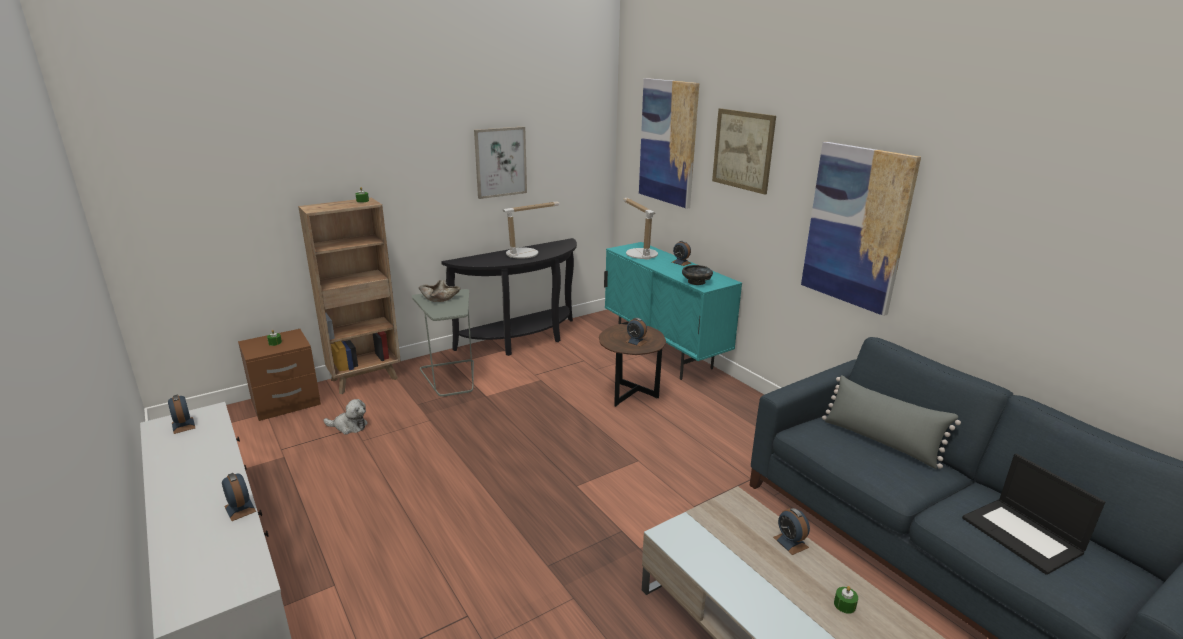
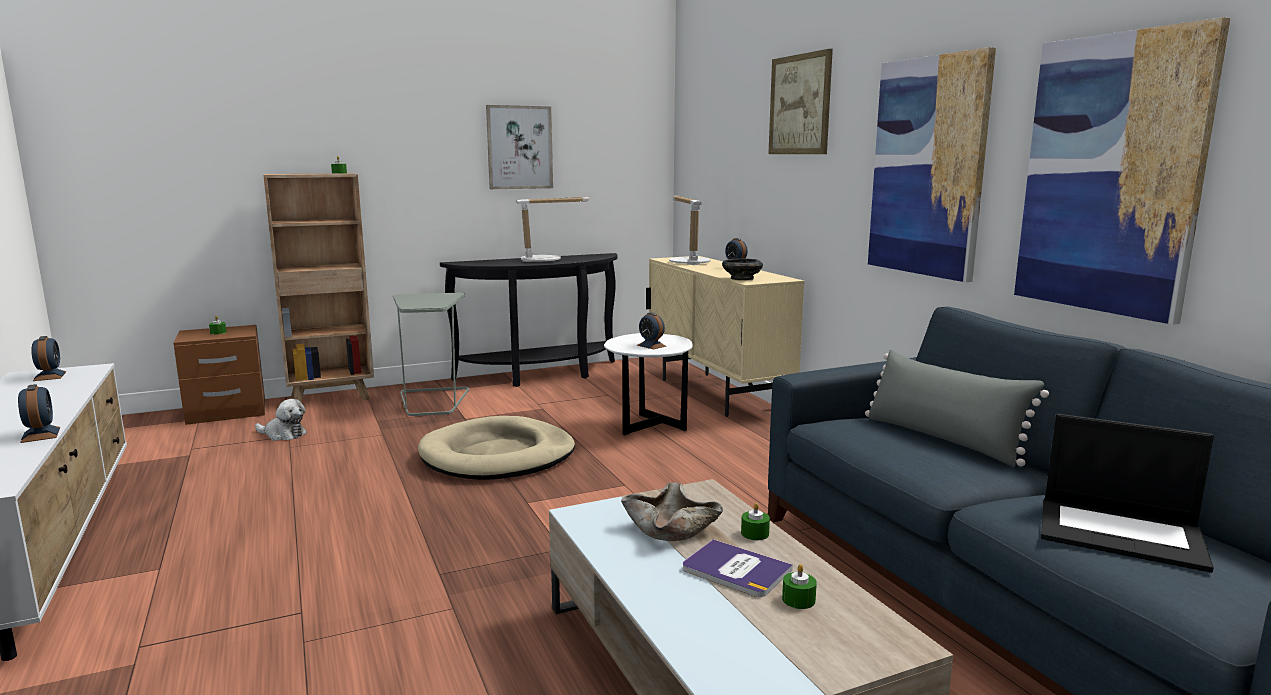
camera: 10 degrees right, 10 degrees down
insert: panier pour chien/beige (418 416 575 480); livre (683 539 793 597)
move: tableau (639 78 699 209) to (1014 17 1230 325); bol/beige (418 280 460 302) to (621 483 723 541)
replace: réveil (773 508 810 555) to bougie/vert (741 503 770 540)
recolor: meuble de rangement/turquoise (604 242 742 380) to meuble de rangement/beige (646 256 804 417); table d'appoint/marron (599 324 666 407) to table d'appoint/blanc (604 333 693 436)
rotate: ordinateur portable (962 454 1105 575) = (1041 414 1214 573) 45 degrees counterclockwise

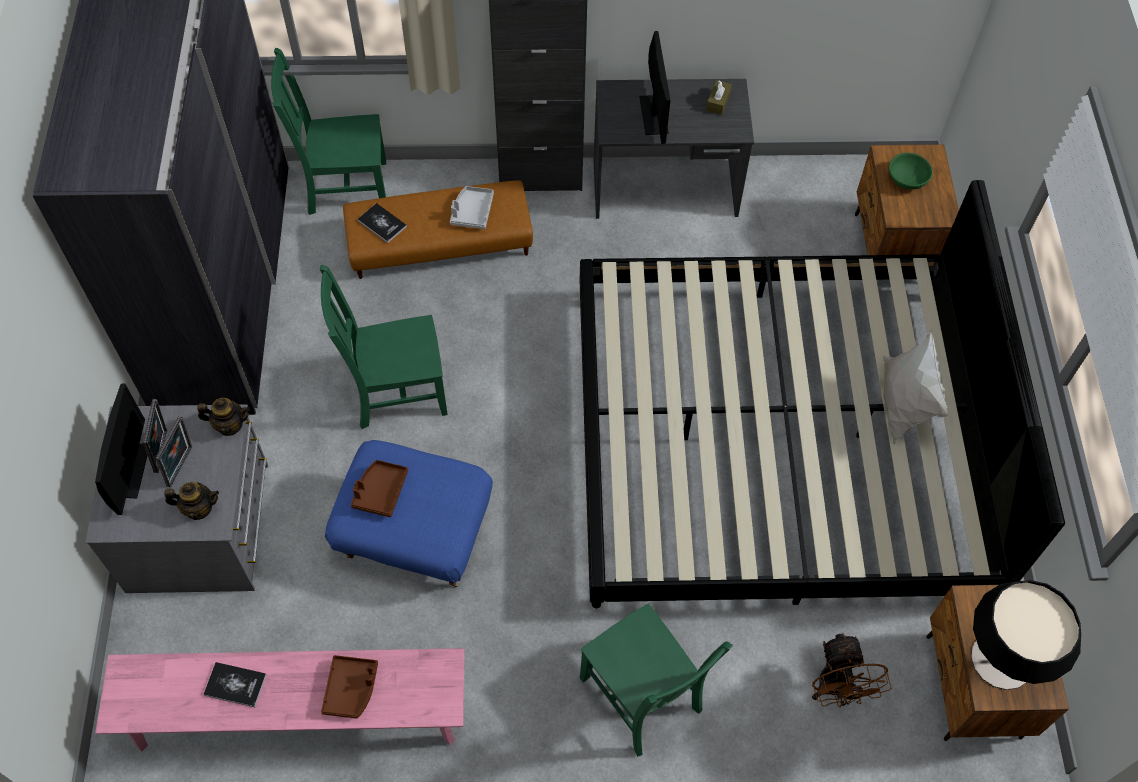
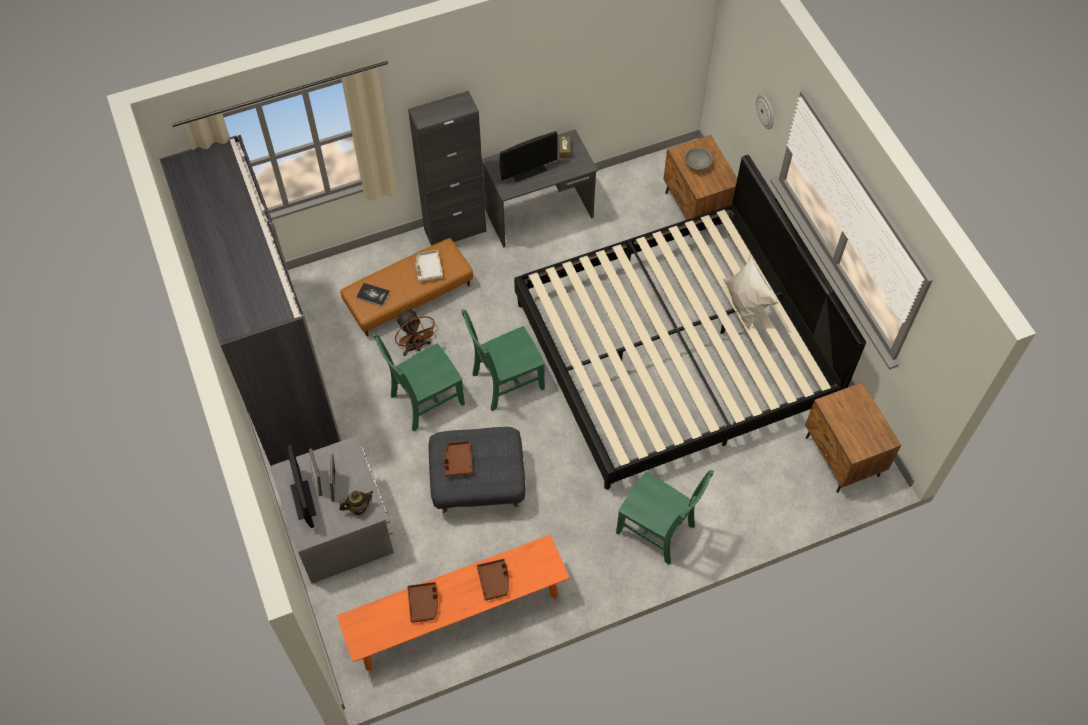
camera: 20 degrees left, 0 degrees up
delete: théière (197 398 250 436); lampe de table (971 580 1081 690)
insert: horloge murale (756 94 774 129)
move: chaise/vert (271 48 386 215) to (461 310 545 411); ventilateur/marron (812 633 891 708) to (395 309 438 356)
replace: livre (203 662 266 707) to plateau/marron (407 582 438 623)
recolor: bol/vert (889 153 932 189) to bol/gris (684 147 713 171); pouf/bleu (325 440 493 587) to pouf/gris (429 427 526 513); banc/rose (95 648 465 751) to banc/orange (337 535 570 671)
rotate: écran d'ordinateur (639 31 670 144) = (500 131 557 182) 90 degrees clockwise

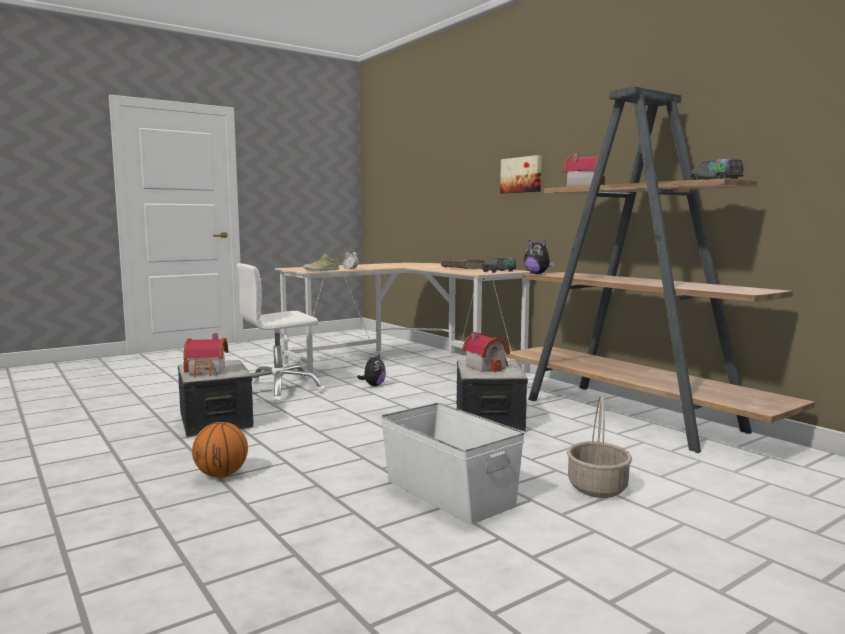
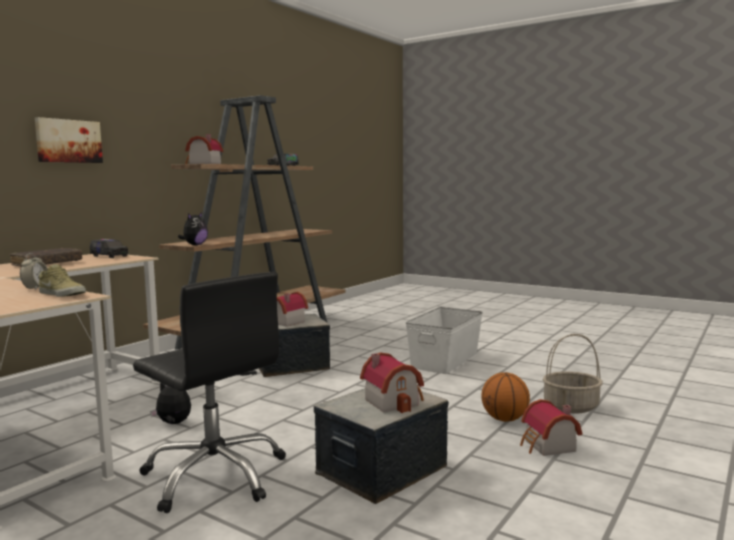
camera: 110 degrees left, 0 degrees up
insert: maison miniature (520 399 582 456)
move: panier (567 396 632 498) to (543 334 603 413)
recolor: chaise de bureau/blanc (237 263 325 403) to chaise de bureau/noir (133 272 286 513)

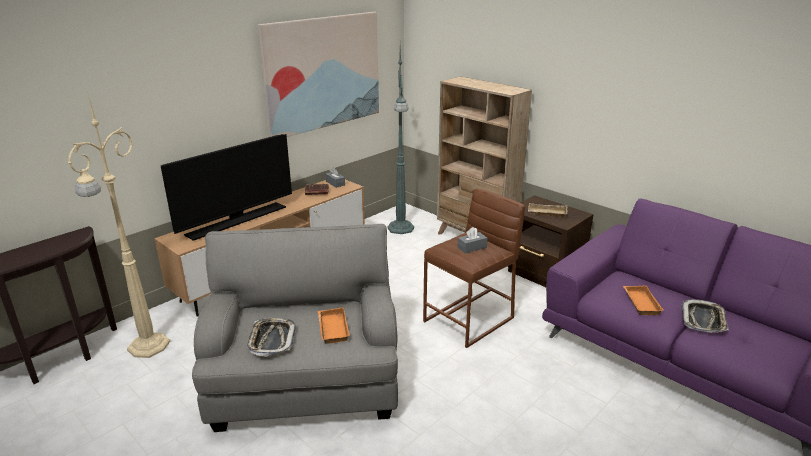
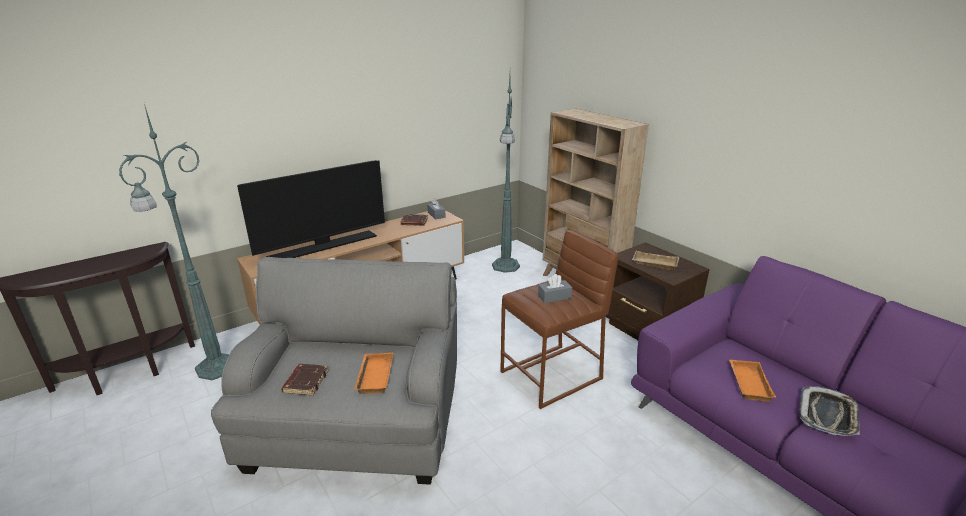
camera: 10 degrees right, 0 degrees up
delete: tableau (257 12 379 137)
replace: plateau (247 318 296 357) to livre/marron (281 364 328 396)
recolor: lampadaire/beige (68 91 170 358) to lampadaire/vert (119 104 229 380)

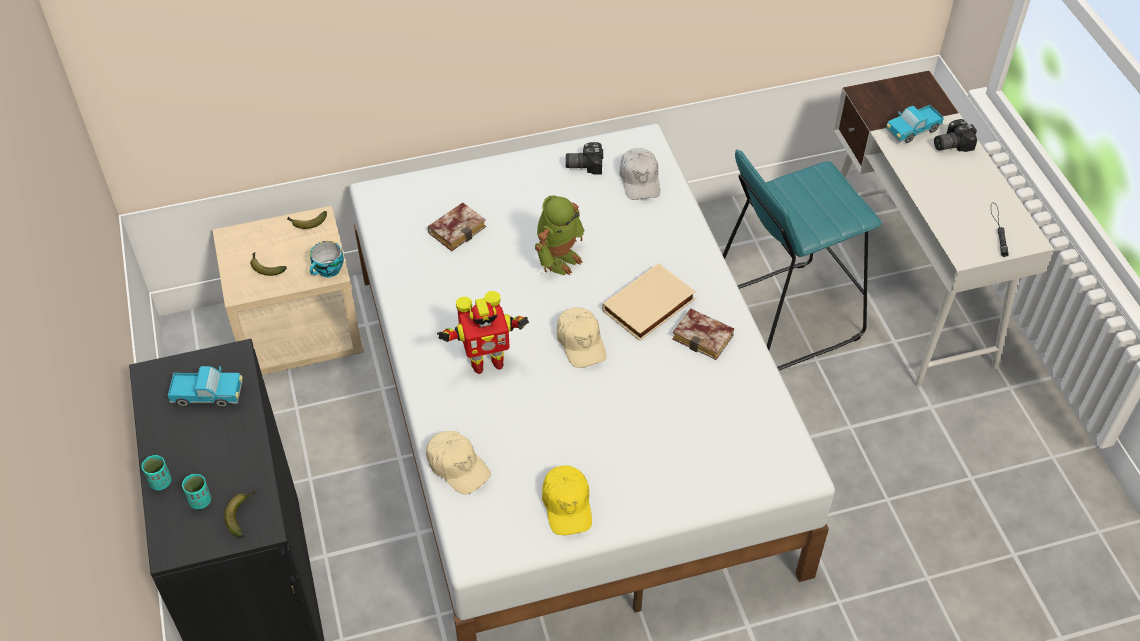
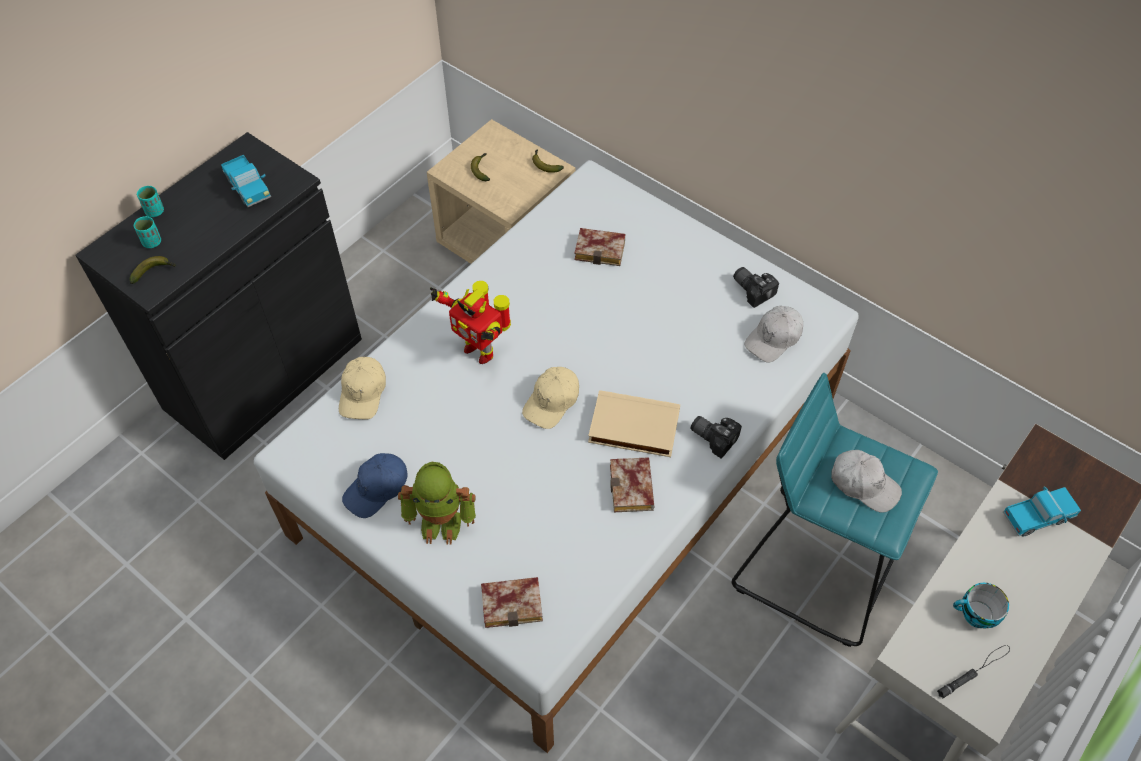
camera: 55 degrees right, 5 degrees up
insert: casquette/blanc (831 450 902 513); livre (481 577 543 628)
move: appareil photo (934 119 977 152) to (690 416 742 459); robot jouet (535 195 584 275) to (398 462 476 545); tasse (310 241 344 277) to (953 583 1009 629)
recolor: casquette/jaune (542 465 592 535) to casquette/bleu (342 453 408 518)
rotate: camion jouet (886 105 944 143) = (1003 486 1081 537) 135 degrees clockwise

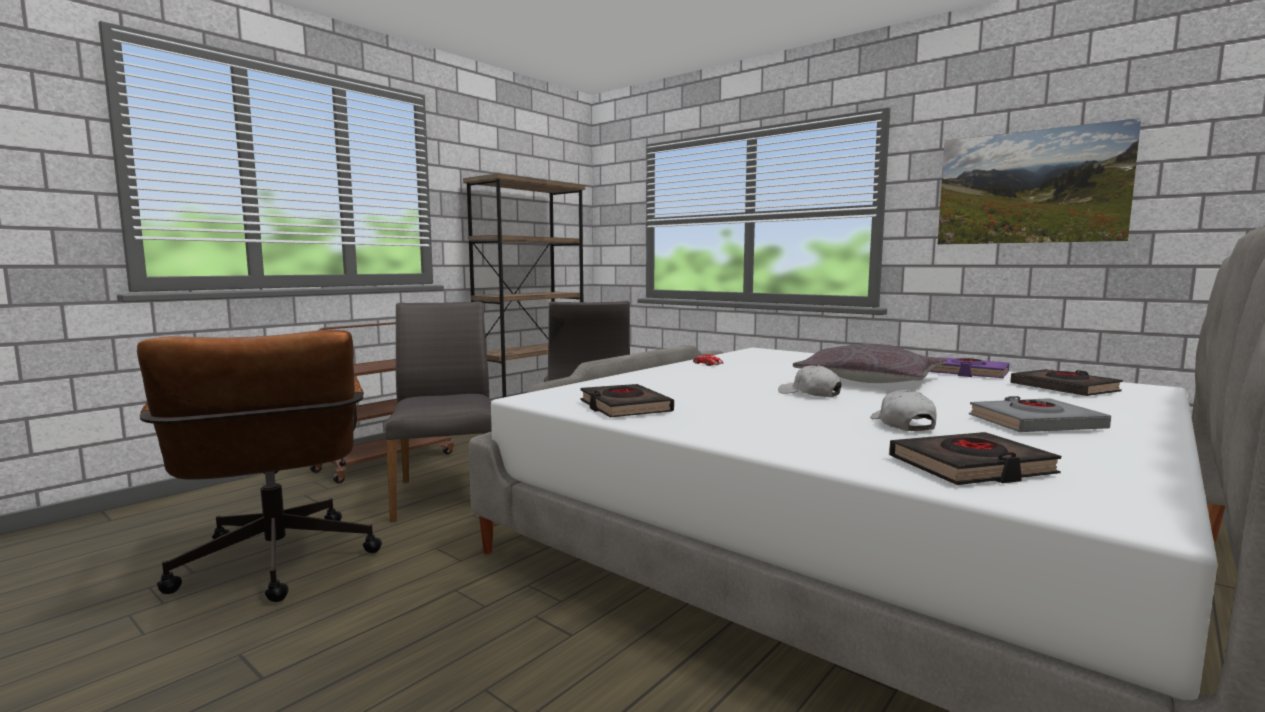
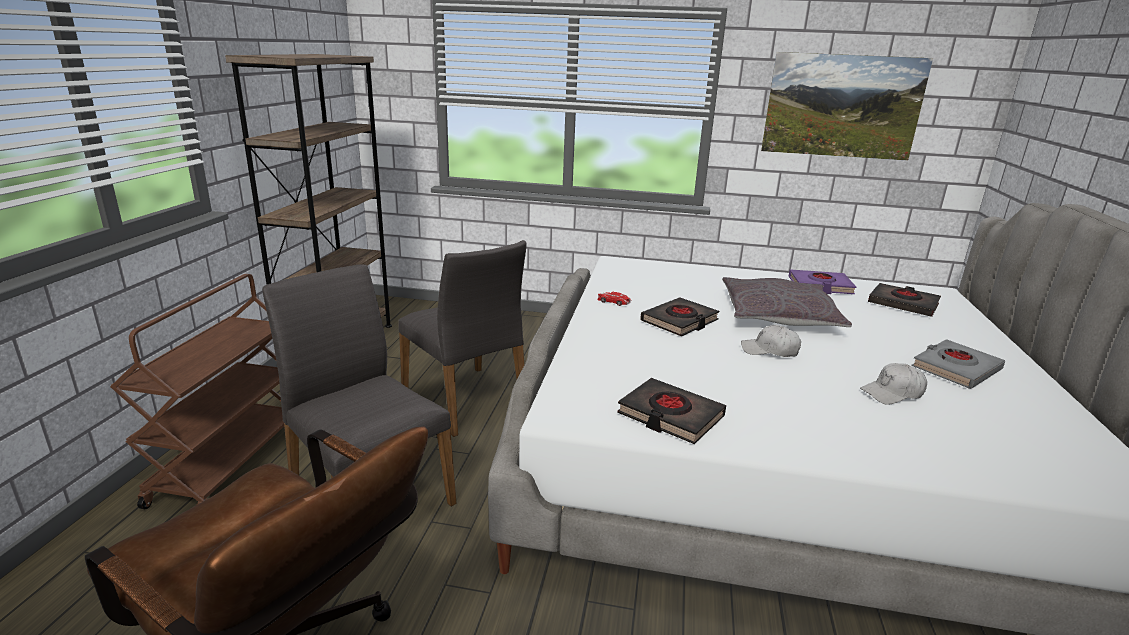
camera: 30 degrees left, 15 degrees up
move: livre/noir (889 432 1061 485) to (640 297 719 336)
rotate: casquette/blanc (870 390 937 431) = (860 363 927 405) 75 degrees counterclockwise

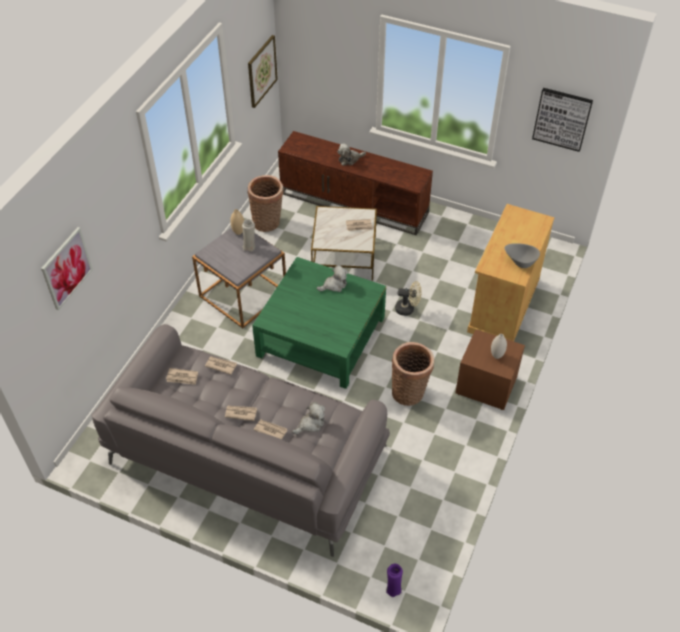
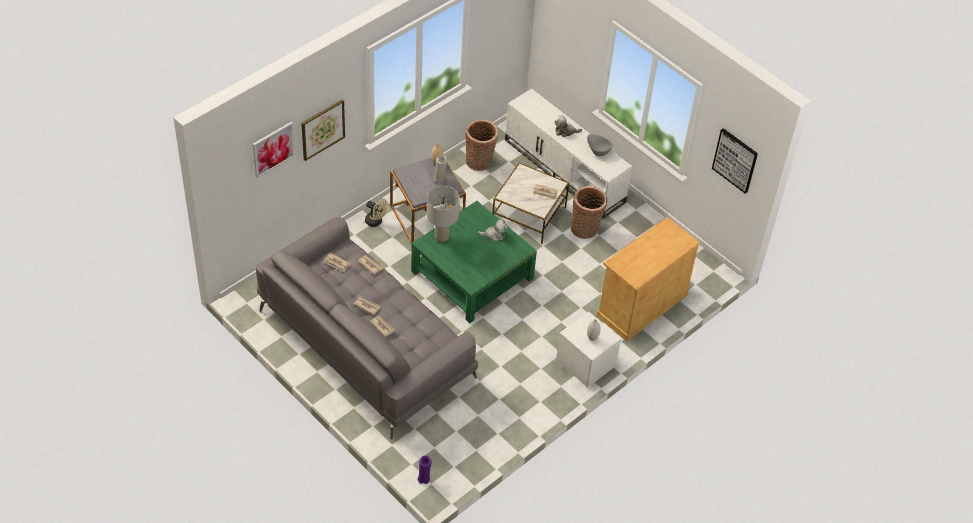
camera: 20 degrees right, 0 degrees up
delete: peluche (292 402 325 434)
insert: lampe de table/gris (427 186 460 242)
move: tableau (248 35 278 108) to (301 100 345 161); bol/gris (505 243 540 268) to (587 134 613 156); ventilateur/beige (395 281 422 316) to (365 199 388 227); panier (392 342 434 406) to (571 186 608 239)
recolor: meuble télé/marron (278 131 433 235) to meuble télé/blanc (505 89 632 219); table de chevet/marron (455 329 525 410) to table de chevet/blanc (556 311 621 388)

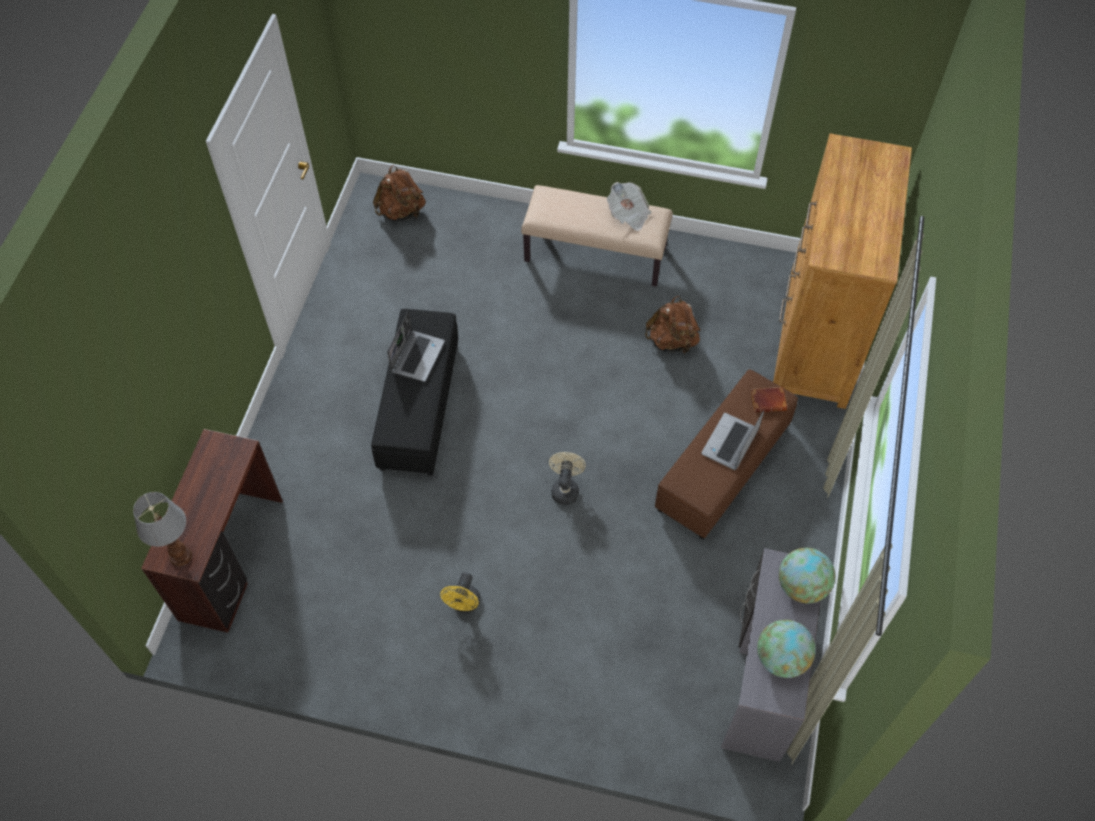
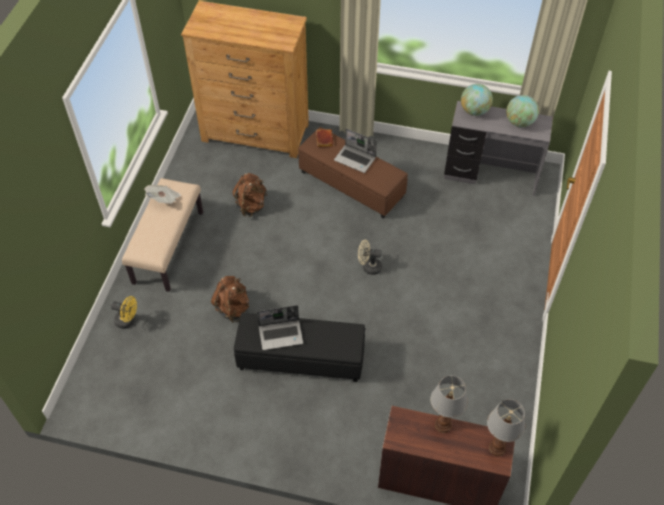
camera: 90 degrees left, 5 degrees down
insert: lampe de table (430 375 468 433)
move: sac à dos/marron (373 165 426 221) to (211 276 249 323); ventilateur/jaune (440 572 480 613) to (110 296 137 329)
rotate: ordinateur portable (387 311 445 382) = (257 305 303 350) 150 degrees clockwise

